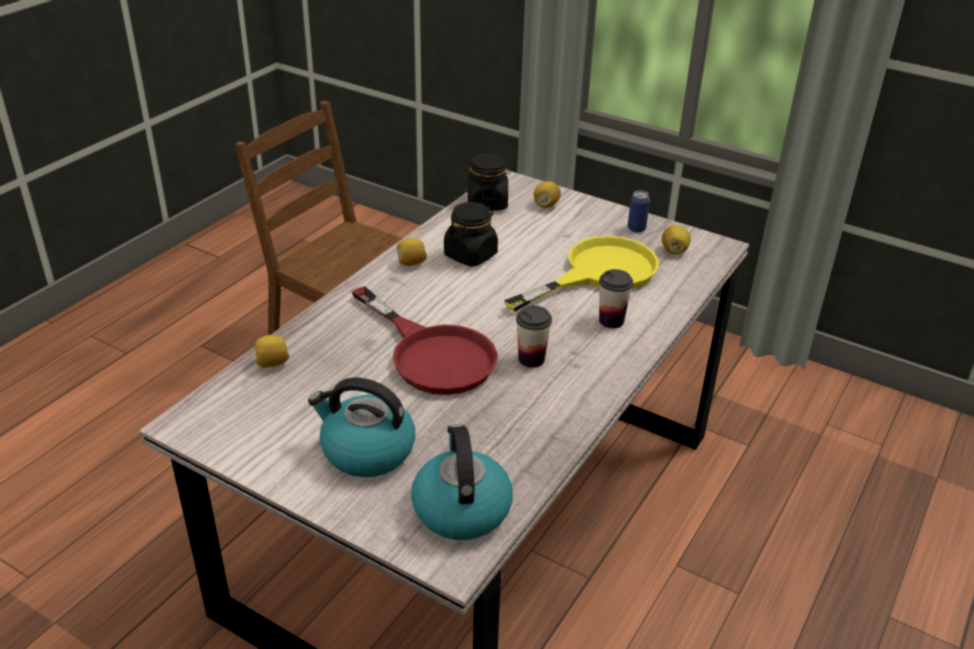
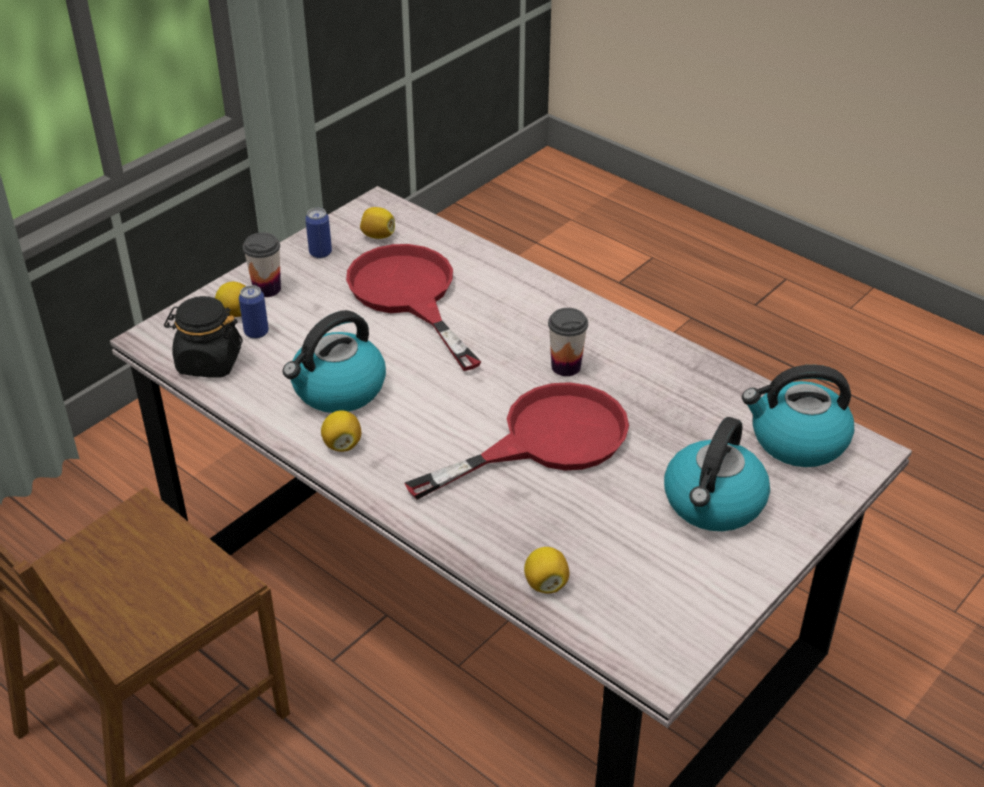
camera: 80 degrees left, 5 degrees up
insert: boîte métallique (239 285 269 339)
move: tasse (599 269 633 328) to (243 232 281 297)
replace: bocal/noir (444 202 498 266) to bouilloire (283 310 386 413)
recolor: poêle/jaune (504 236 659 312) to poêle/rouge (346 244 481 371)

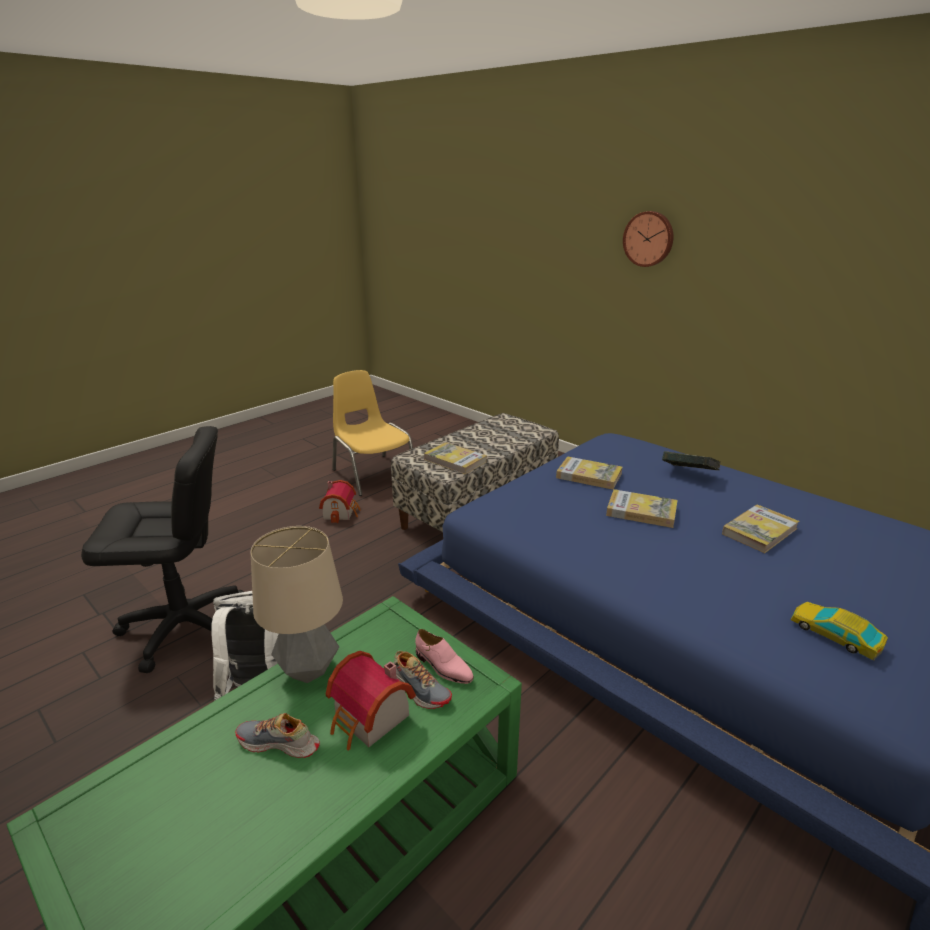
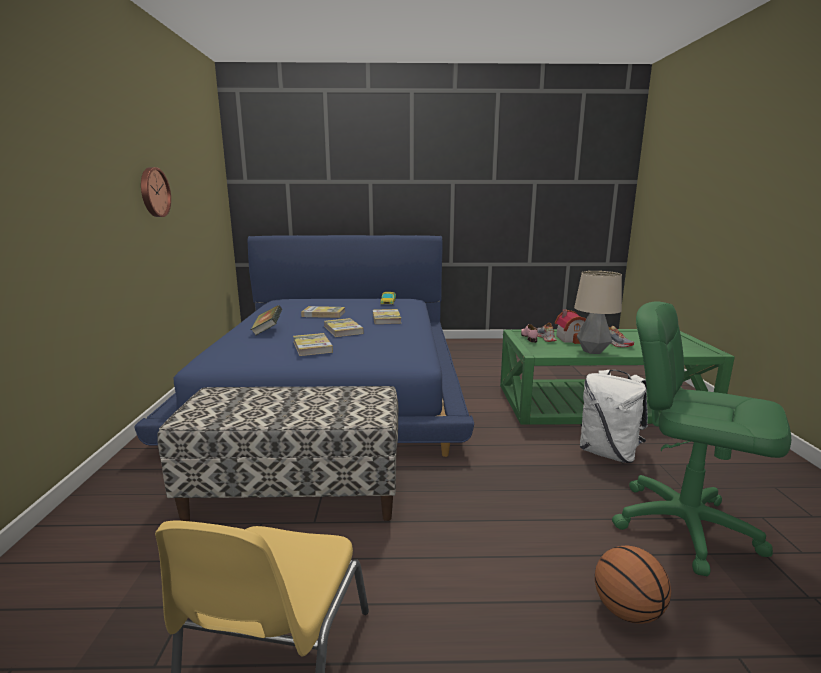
camera: 135 degrees left, 10 degrees down
delete: maison miniature (319 480 361 523)
insert: ballon de basket (595 545 671 624)
move: horloge murale (623 211 673 267) to (141 167 171 217); livre (424 442 487 475) to (373 309 402 324)
recolor: chaise de bureau/noir (81 426 244 673) to chaise de bureau/vert (612 301 791 577)

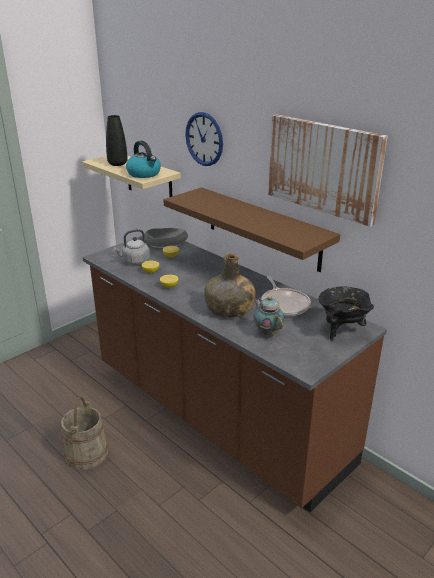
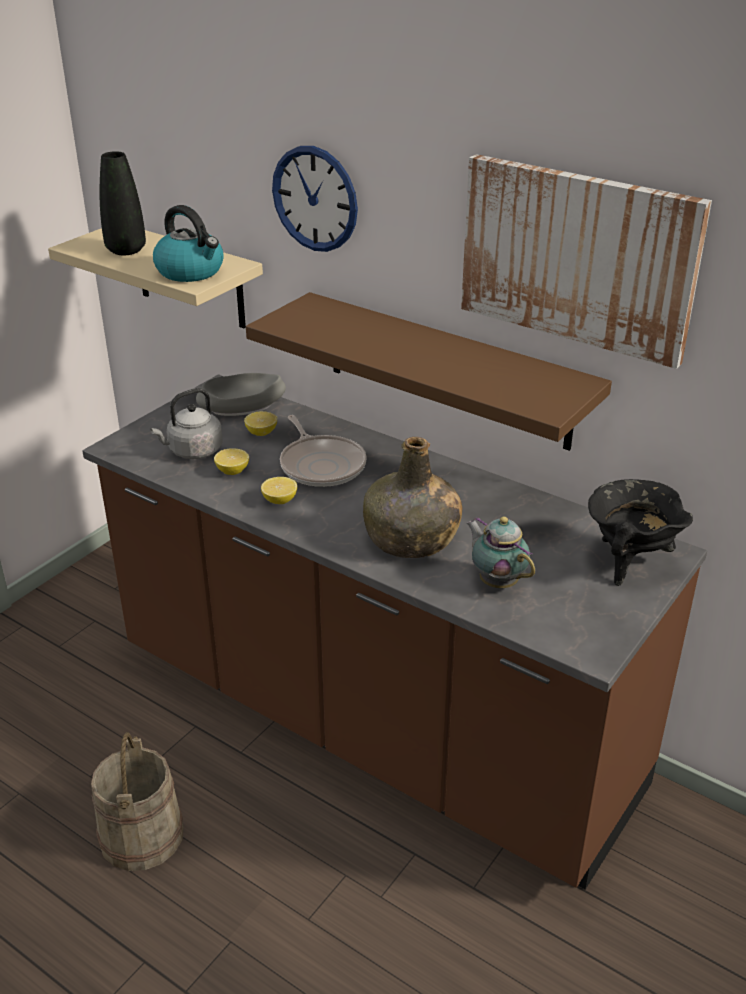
camera: 10 degrees left, 5 degrees up
move: poêle (261 276 311 317) to (280 415 367 487)

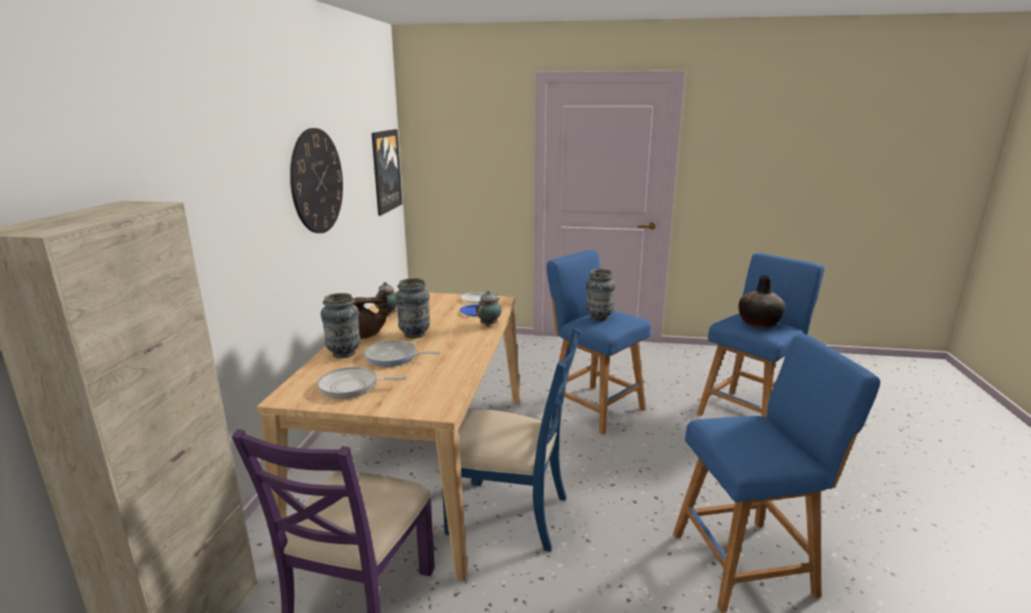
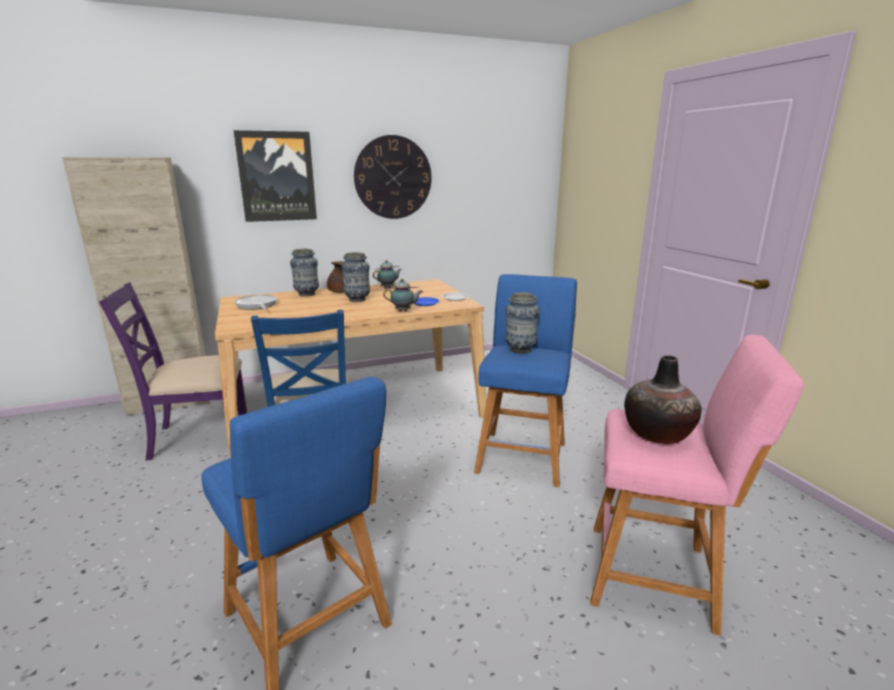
camera: 60 degrees right, 0 degrees up
delete: poêle (364 340 441 366)
move: tableau (372 129 403 216) to (234 130 317 222)
recolor: tabouret/bleu (697 253 824 417) to tabouret/rose (590 335 804 636)

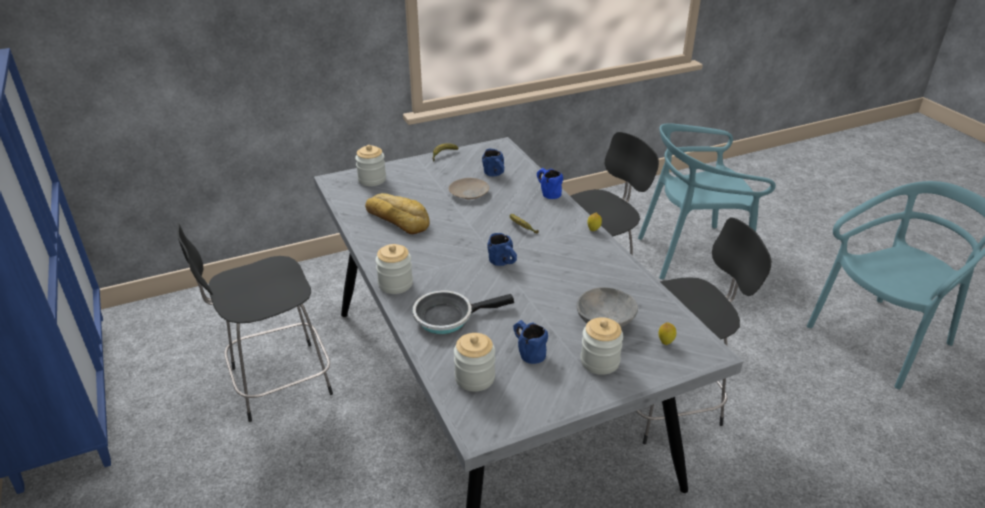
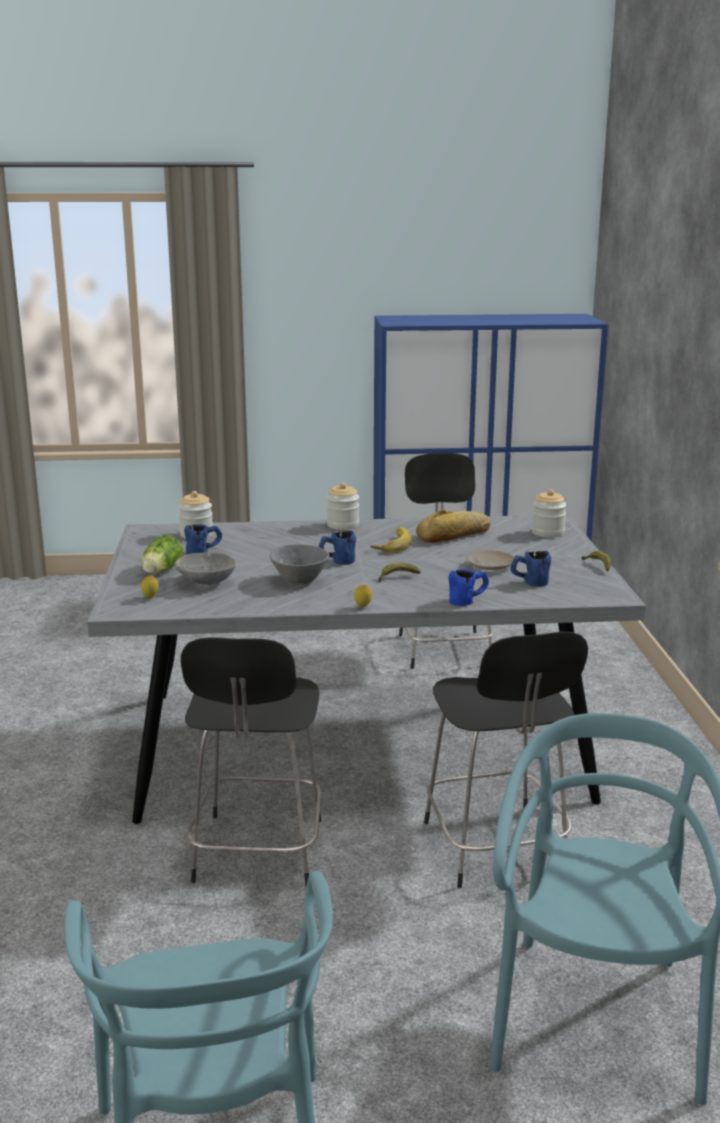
camera: 110 degrees right, 15 degrees down
delete: poêle (413 290 514 334)
insert: banane (371 527 412 553); bol/gris (270 544 329 585)
replace: bocal (580 317 624 375) to laitue (142 535 183 574)

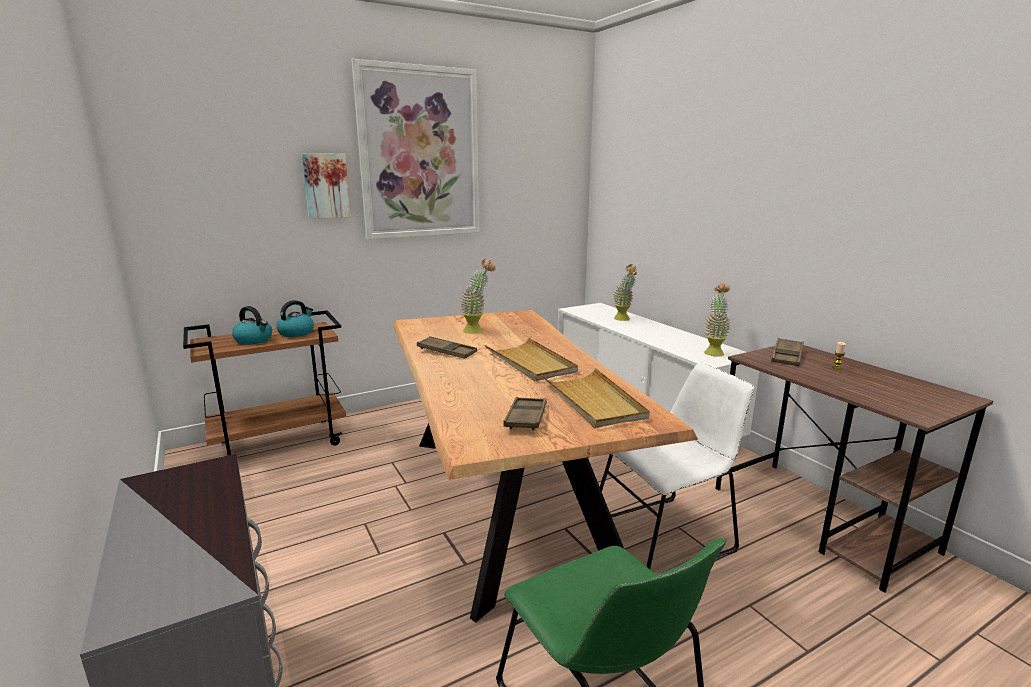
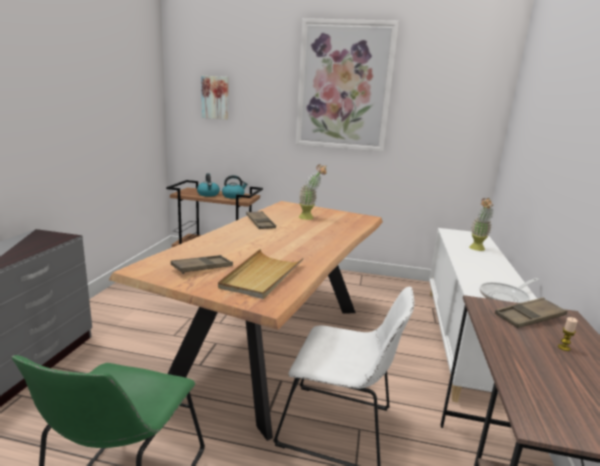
camera: 40 degrees right, 0 degrees up
delete: plateau/beige (485 337 578 381)
move: tableau (301 153 351 219) to (201 76 228 120)
replace: plante en pot (704 282 731 356) to poêle (480 278 539 303)

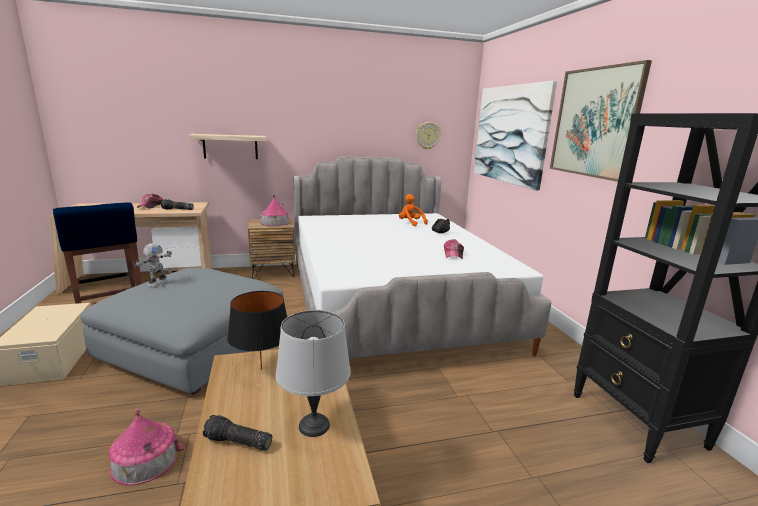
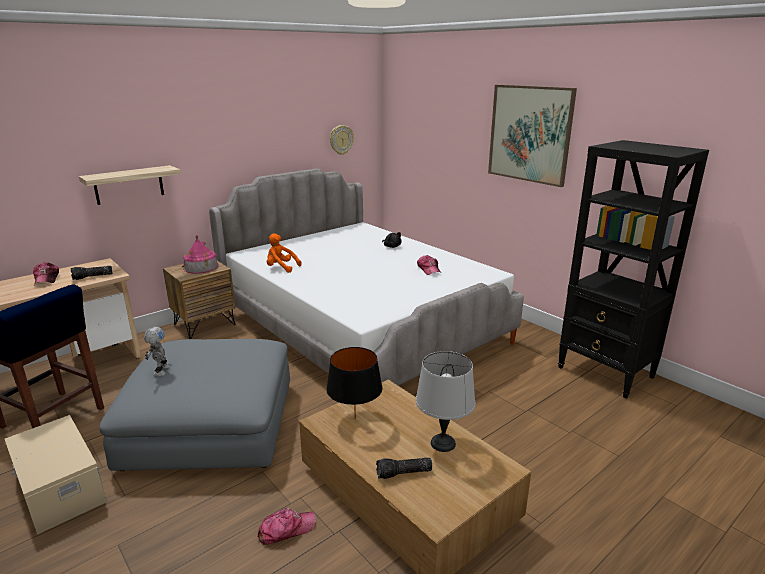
camera: 25 degrees left, 5 degrees up
delete: tableau (474 80 557 191)
move: peluche/orange (399 194 428 226) to (267 233 301 273)
replace: maison miniature (109 409 184 486) to casquette (257 508 316 545)

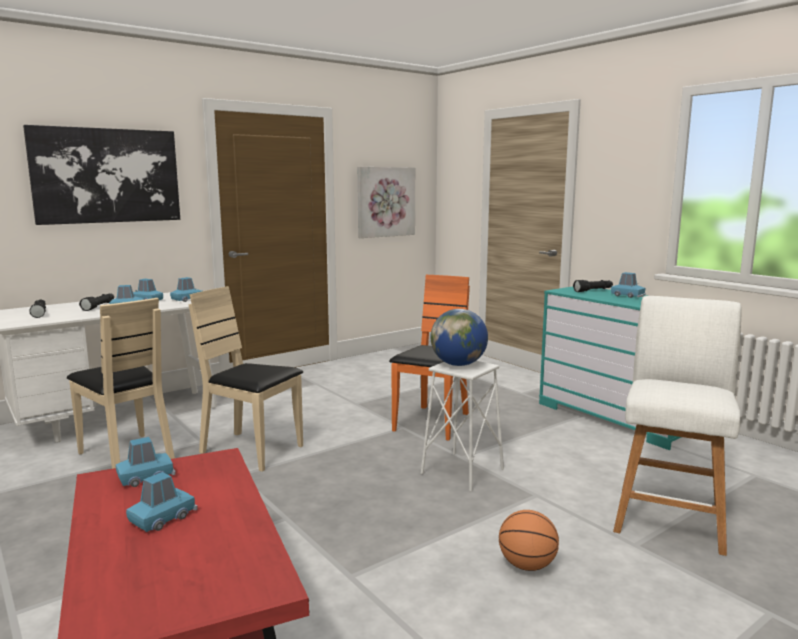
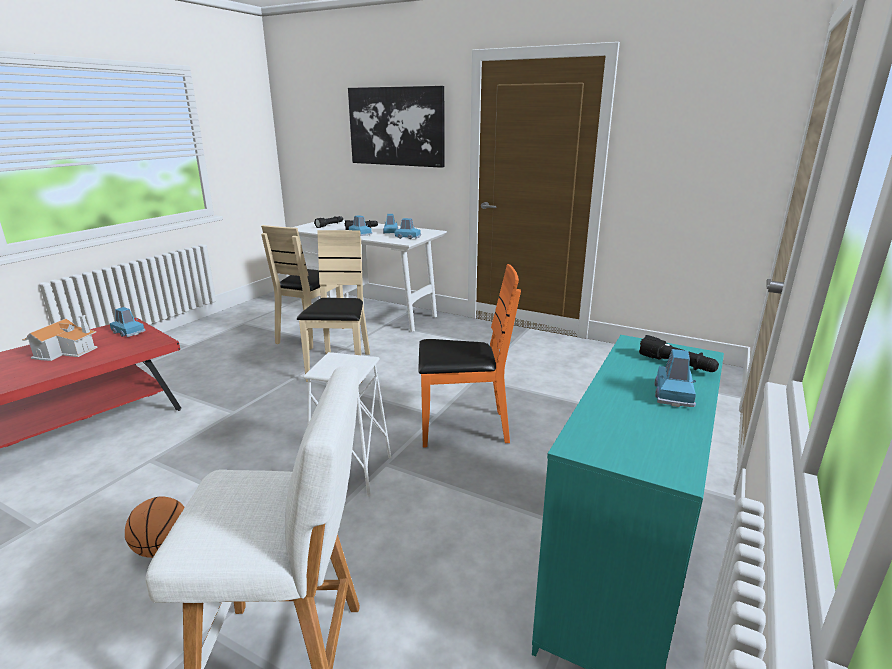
camera: 65 degrees right, 10 degrees up
delete: tableau (357 167 415 238); globe (431 309 488 366)
replace: petite voiture/bleu (126 472 198 532) to maison miniature (22 315 98 361)

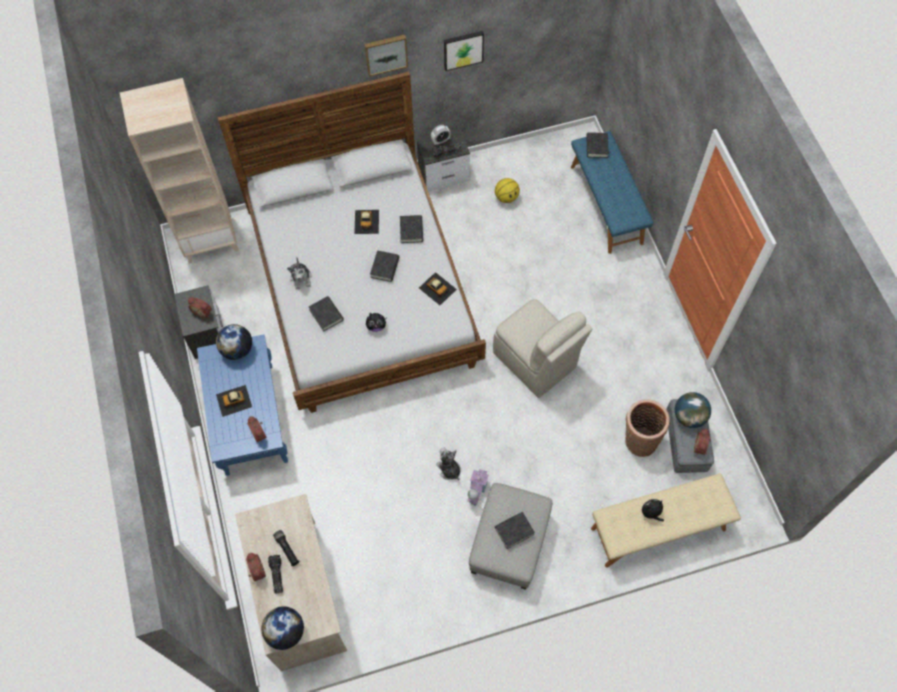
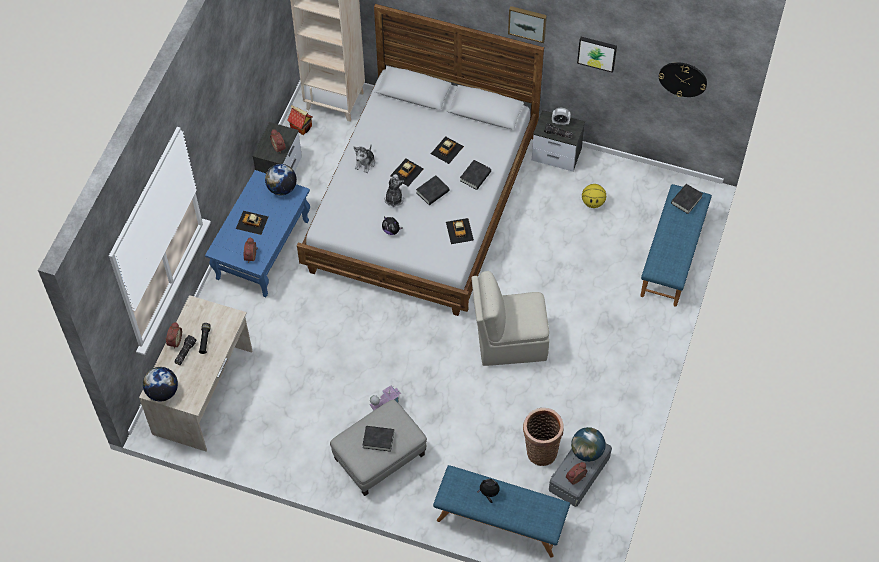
camera: 35 degrees right, 5 degrees down
delete: livre/noir (309 296 344 331)
insert: horloge murale (659 62 707 97); maison miniature (287 105 312 135); petite voiture (390 159 424 186)
move: peluche (436 447 461 480) to (384 174 404 207)
recolor: banc/beige (591 473 741 568) to banc/bleu (433 465 570 558)
rotate: chaise/beige (493 299 592 398) = (471 271 549 366) 90 degrees clockwise

